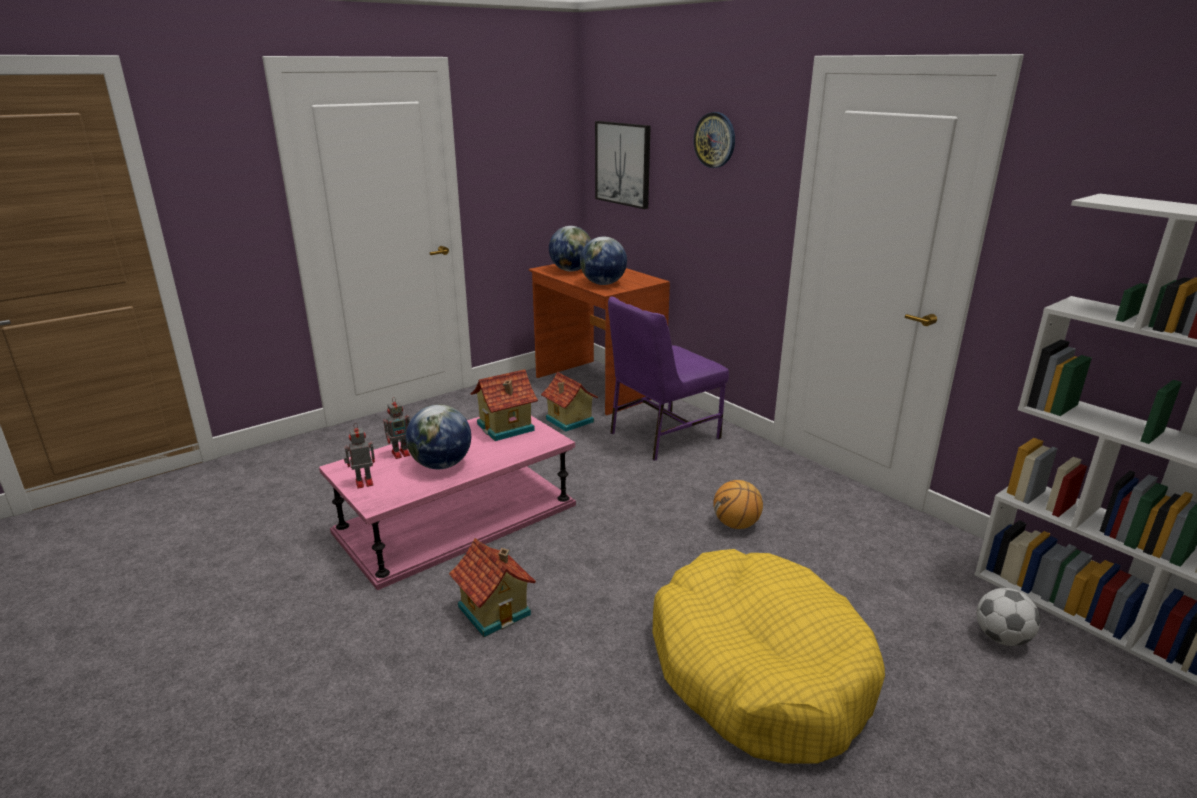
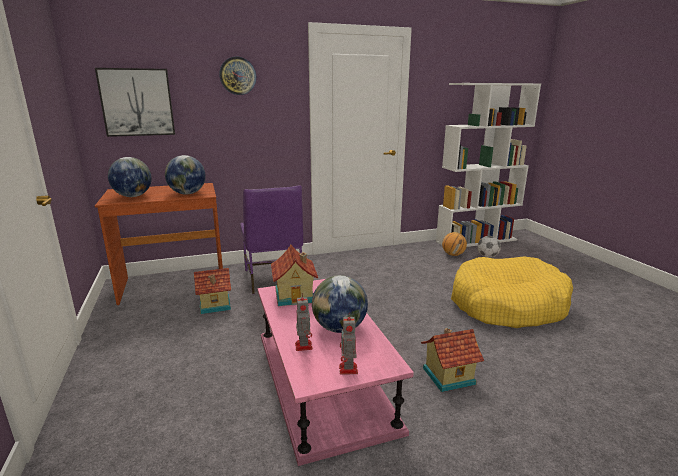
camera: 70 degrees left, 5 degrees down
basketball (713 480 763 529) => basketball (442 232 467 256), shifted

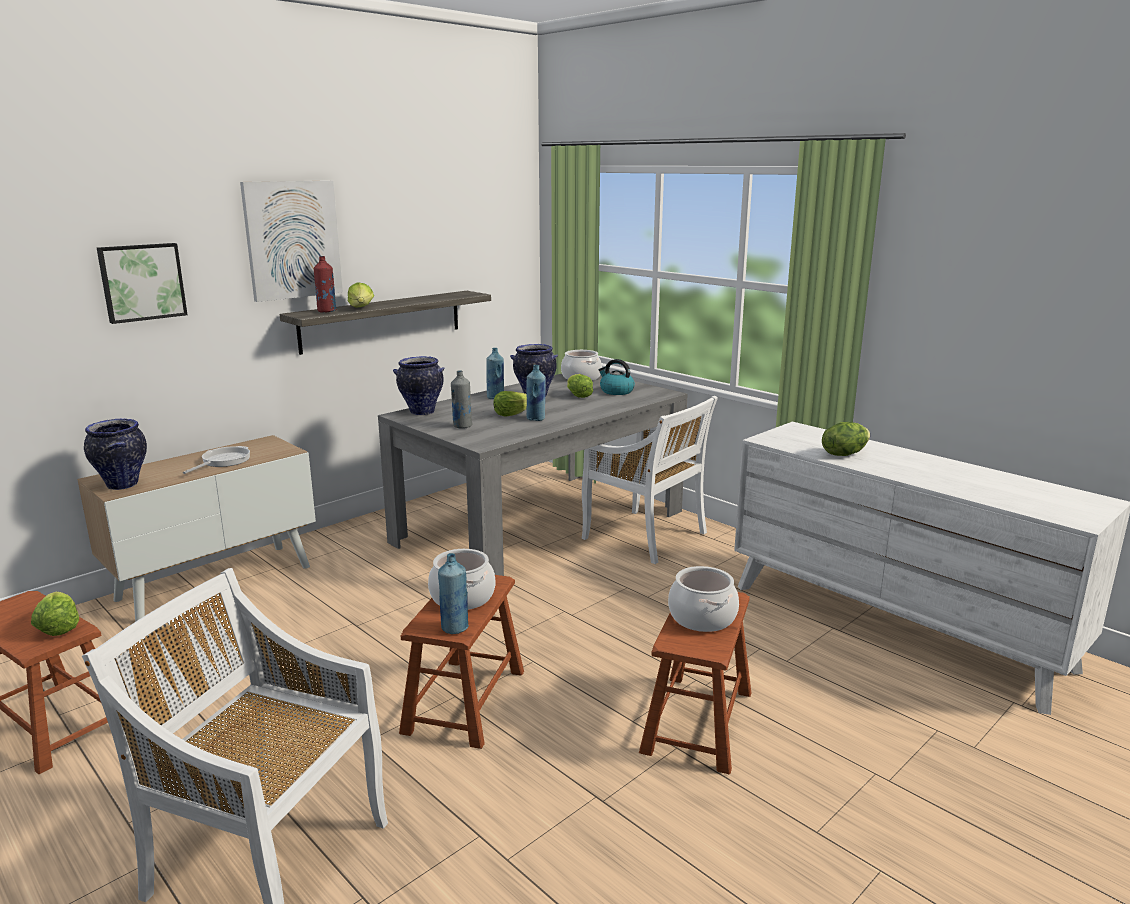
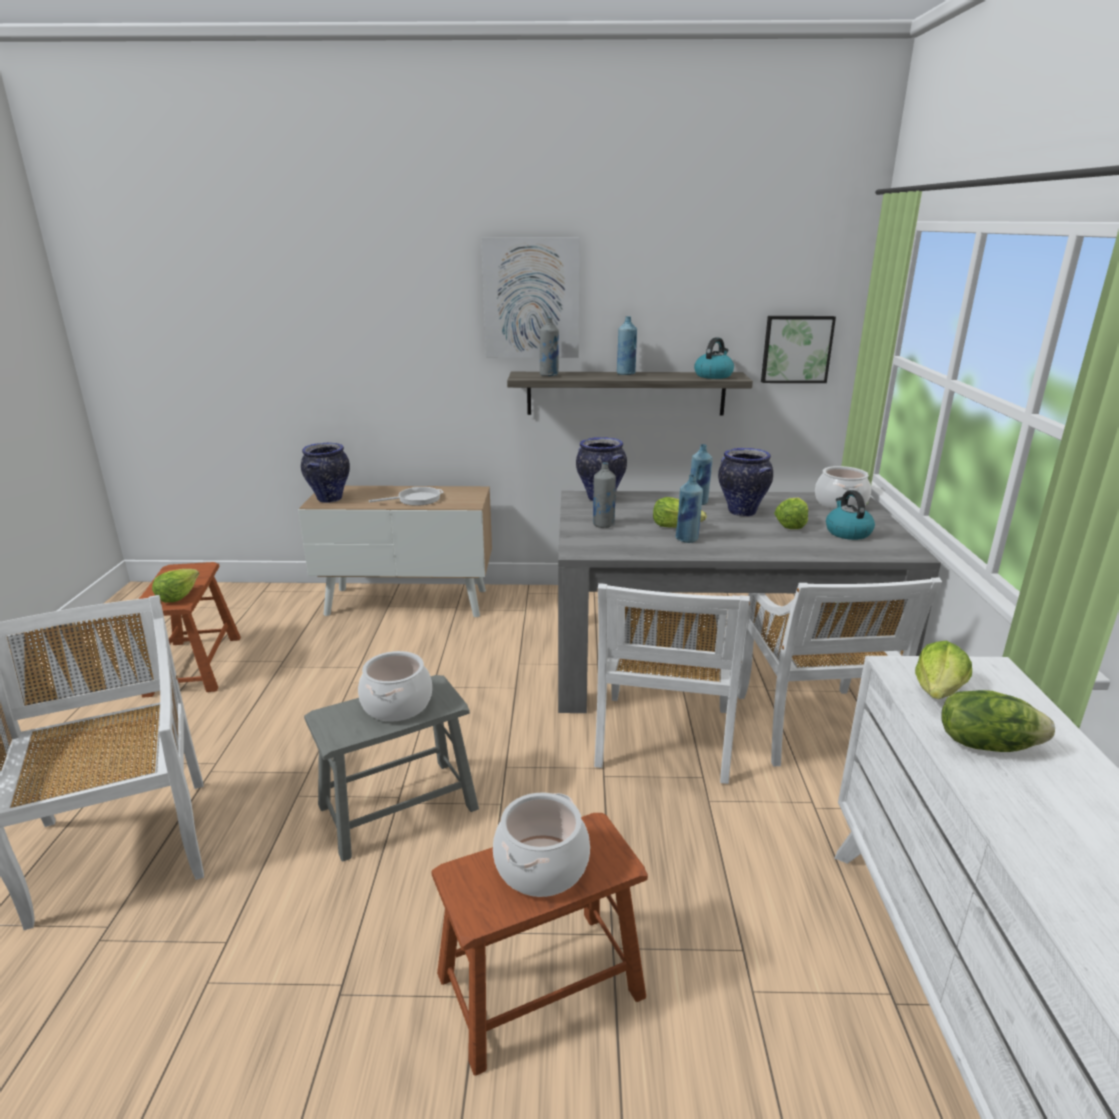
camera: 45 degrees right, 5 degrees up
brown sitting stool (399 575 524 749) => greyish sitting stool (304 675 479 861)
reddish drink bottle (314 256 336 313) => greyish drink bottle (540 317 559 376)
nothing => whitish upright chair (594 583 750 784)
bluish drink bottle (438 553 469 634) => bluish drink bottle (617 316 637 375), shifted
nothing => kettle (694 337 734 379)
picture (97 243 187 324) => picture (761 316 836 383), shifted
lettuce head (348 282 374 307) => lettuce head (915 641 972 699), shifted

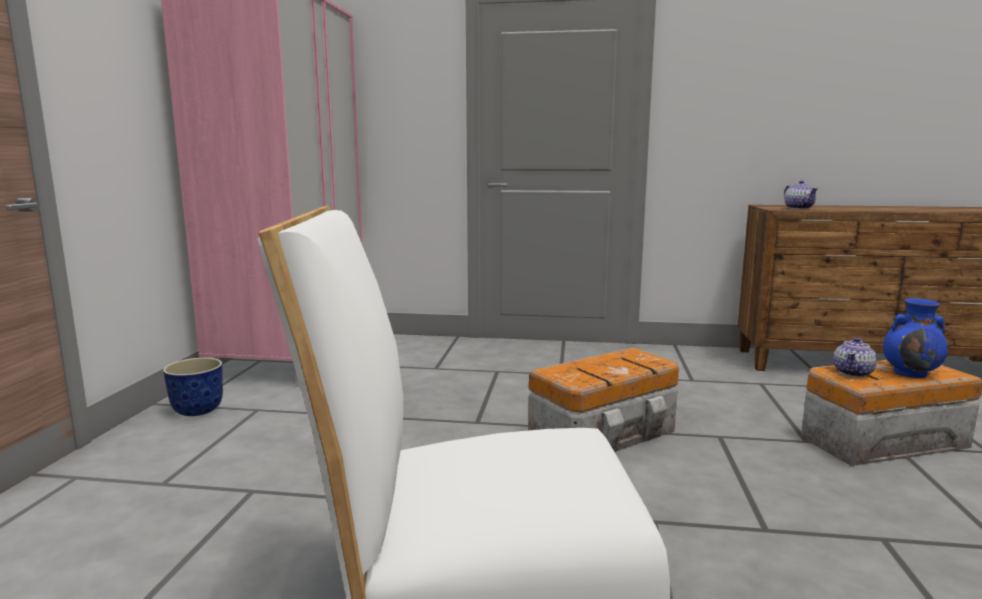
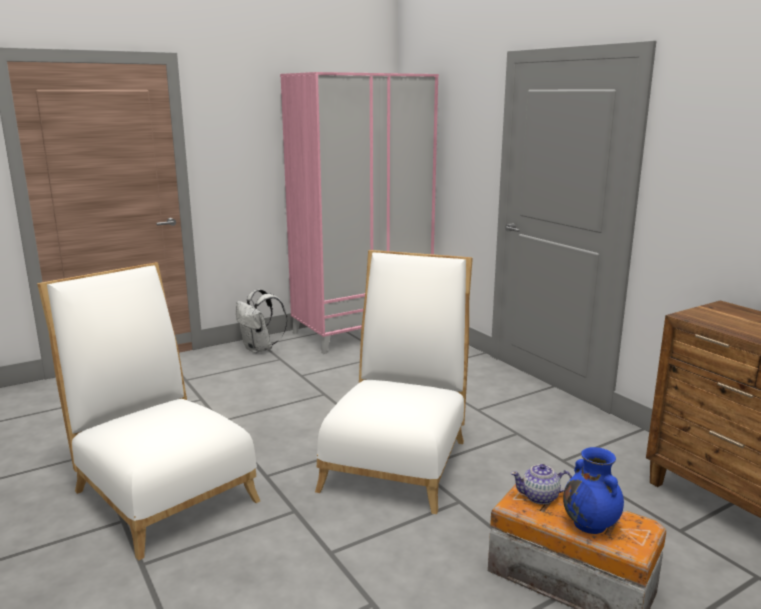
camera: 50 degrees right, 5 degrees up
plant pot (163 358 223 416) => whitish rucksack (236 289 287 353)
storage bin (528 348 679 452) => whitish upright chair (315 250 473 514)
teapot (784 180 818 209) => nothing

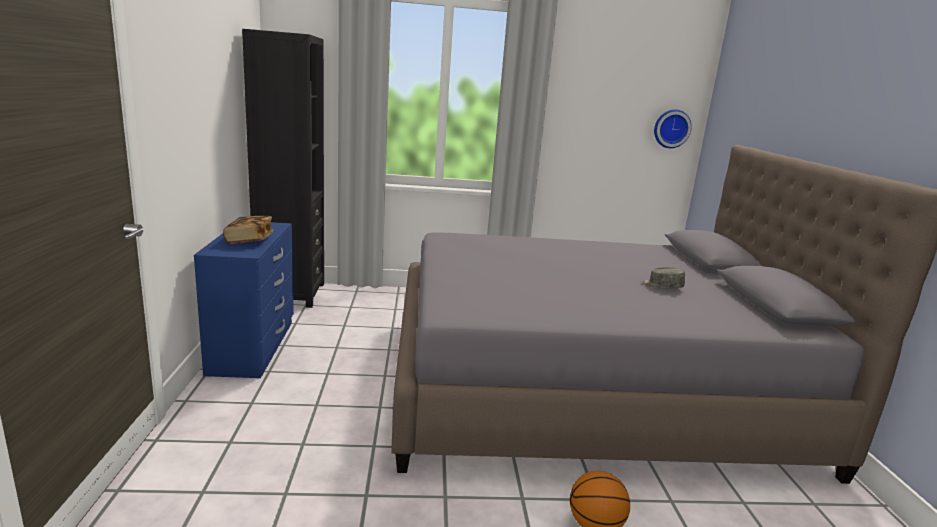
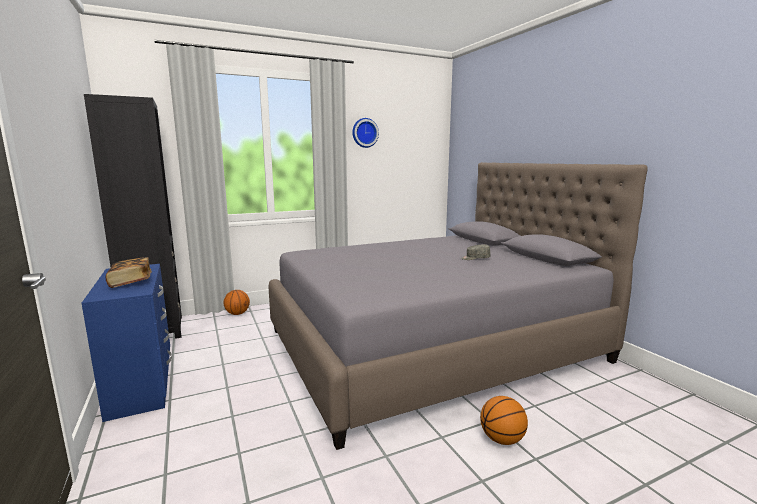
camera: 20 degrees left, 5 degrees down
nothing => basketball (224 290 250 315)
hanging clock (654 109 692 148) => hanging clock (352 118 379 148), shifted

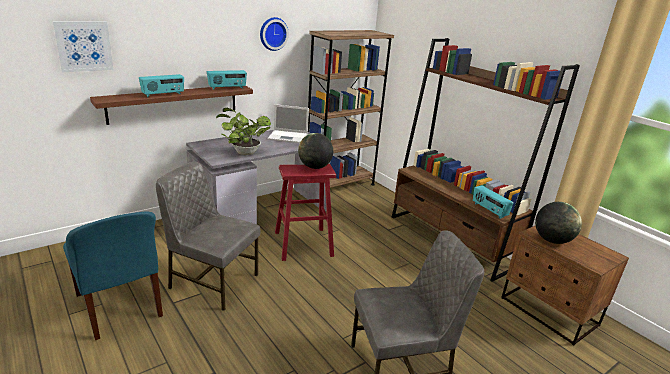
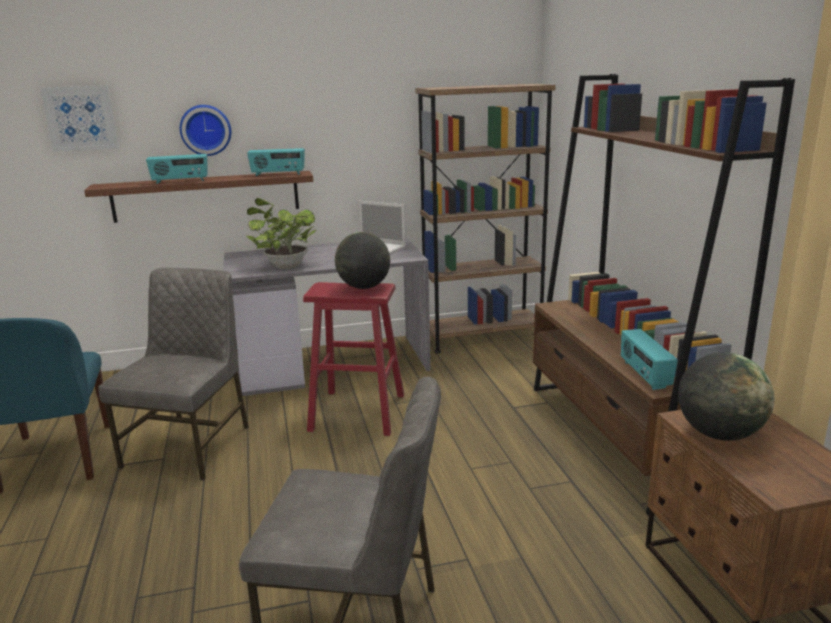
camera: 25 degrees right, 5 degrees down
greyish upright chair (156 162 261 311) => greyish upright chair (98 268 249 480), 60 degrees clockwise
hanging clock (260 17 289 51) => hanging clock (180 105 231 156), shifted

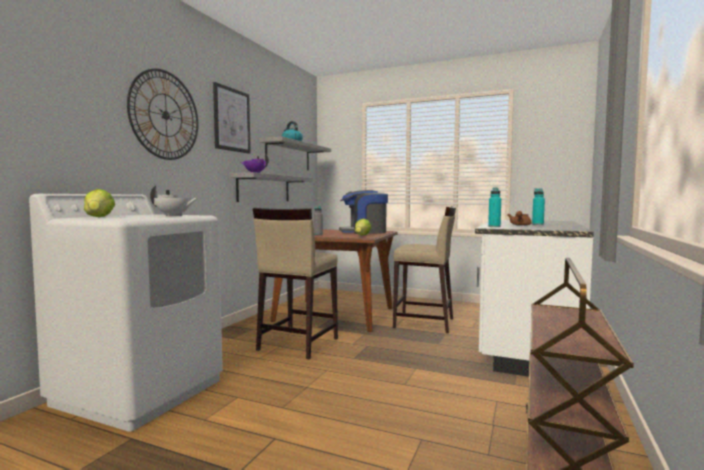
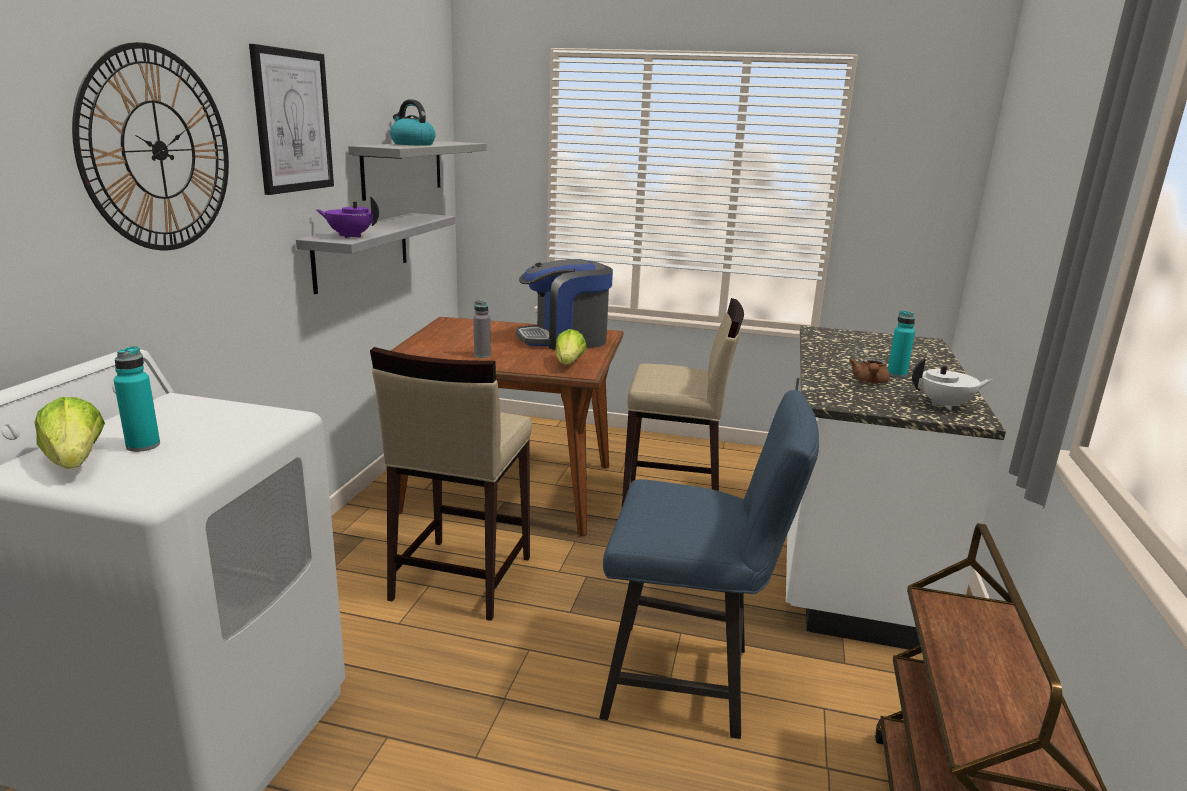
camera: 10 degrees left, 15 degrees up
blue-green drink bottle (488 188 501 227) => blue-green drink bottle (114 346 160 452), shifted
nothing => bluish upright chair (599 390 819 739)
whitish teapot (150 186 198 216) => whitish teapot (912 358 992 411), shifted

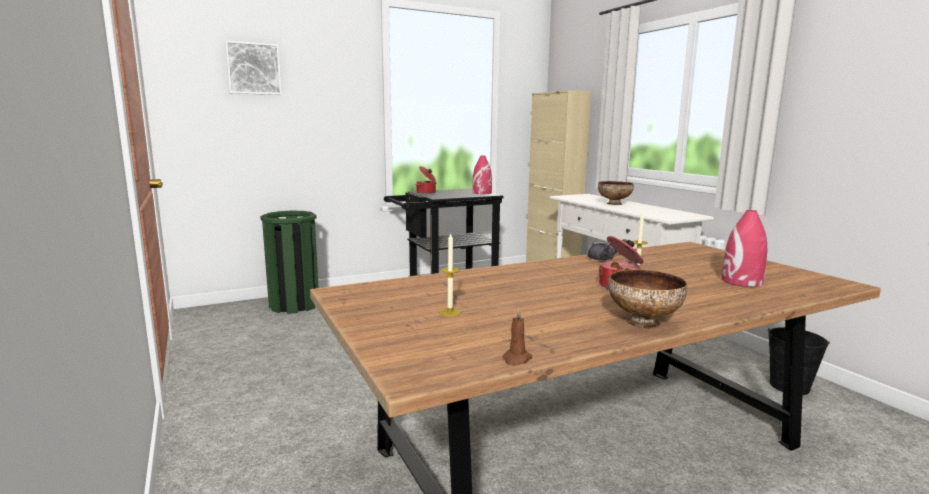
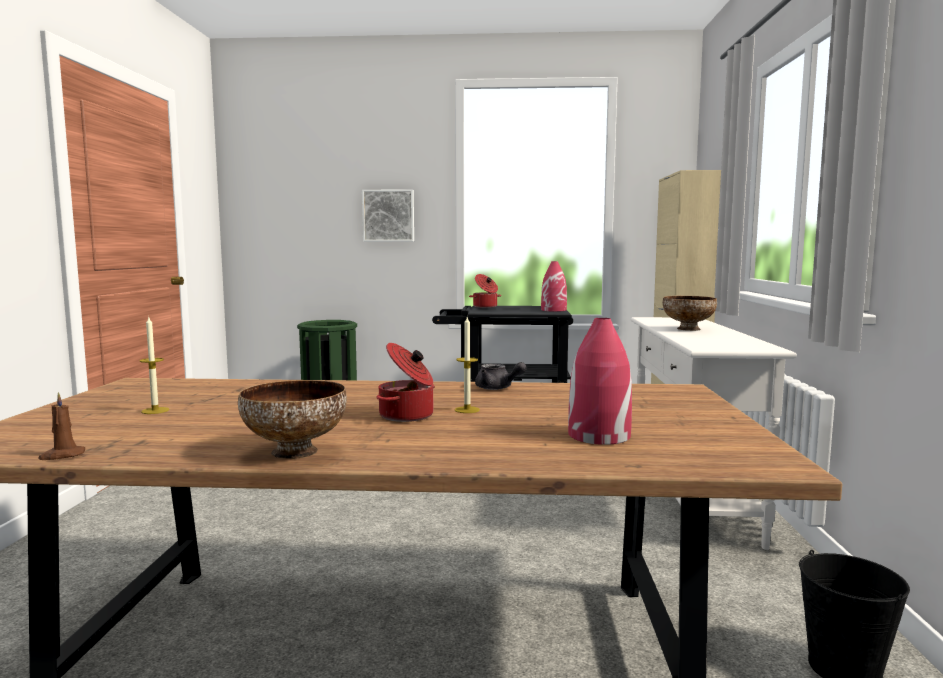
camera: 30 degrees right, 5 degrees down
picture (225 41 282 95) => picture (362 189 414 242), shifted

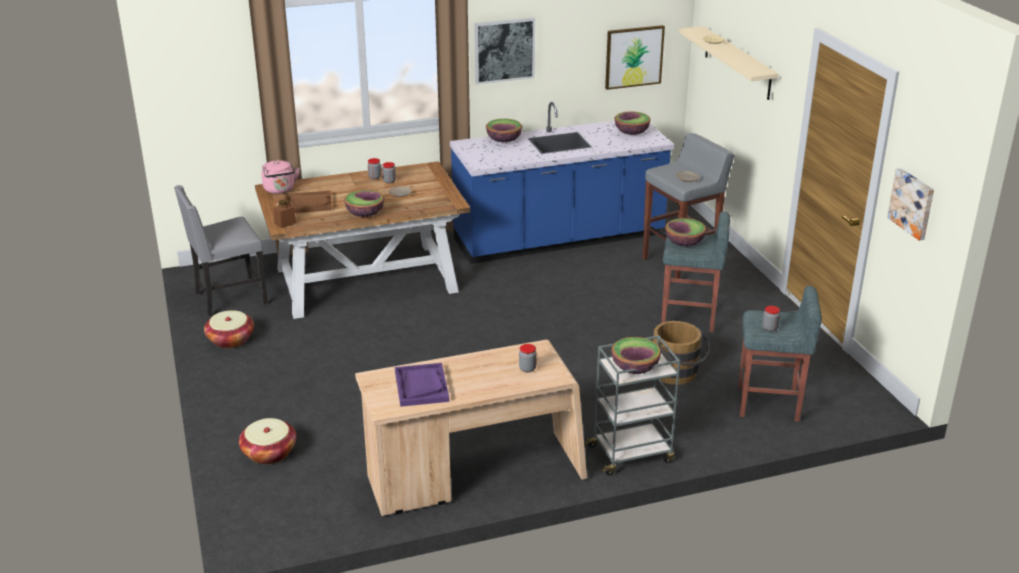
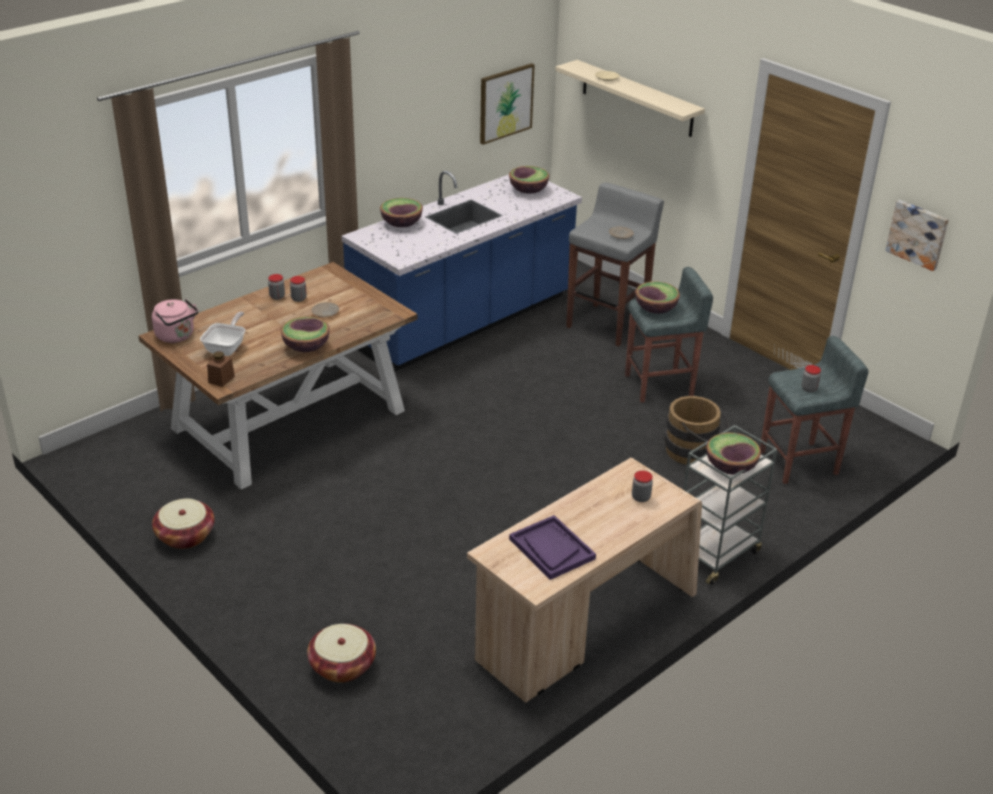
camera: 25 degrees left, 5 degrees up
brown tray (284 191 332 213) => pan (200 312 245 356)
greyish upright chair (174 185 268 316) => nothing
picture (474 17 535 84) => nothing

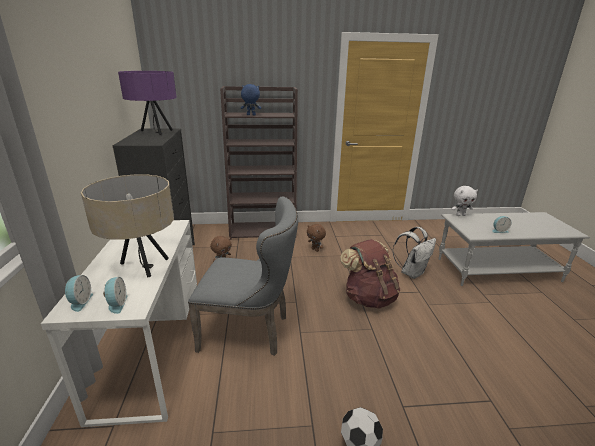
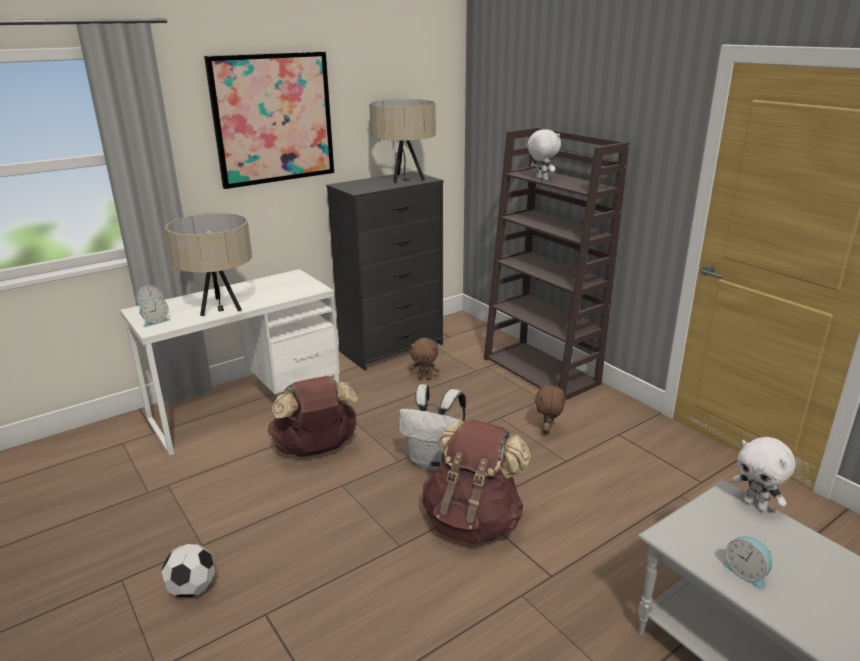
camera: 60 degrees right, 0 degrees up
nothing => picture (204 51 334 189)
greyish upright chair (188 196 298 356) => brown rucksack (268 376 358 457)
purple-coloured lamp for a table (118 71 177 135) => beige lamp for a table (369 99 436 183)
whitish rucksack (393 227 436 279) => whitish rucksack (399 384 466 471), shifted
bluish plush toy (241 84 261 115) => whitish plush toy (527 129 561 180)

